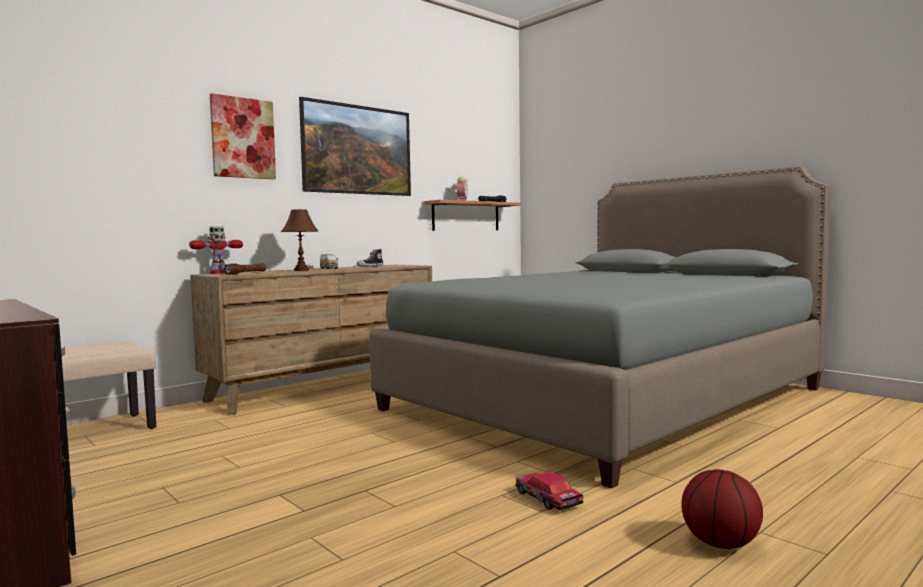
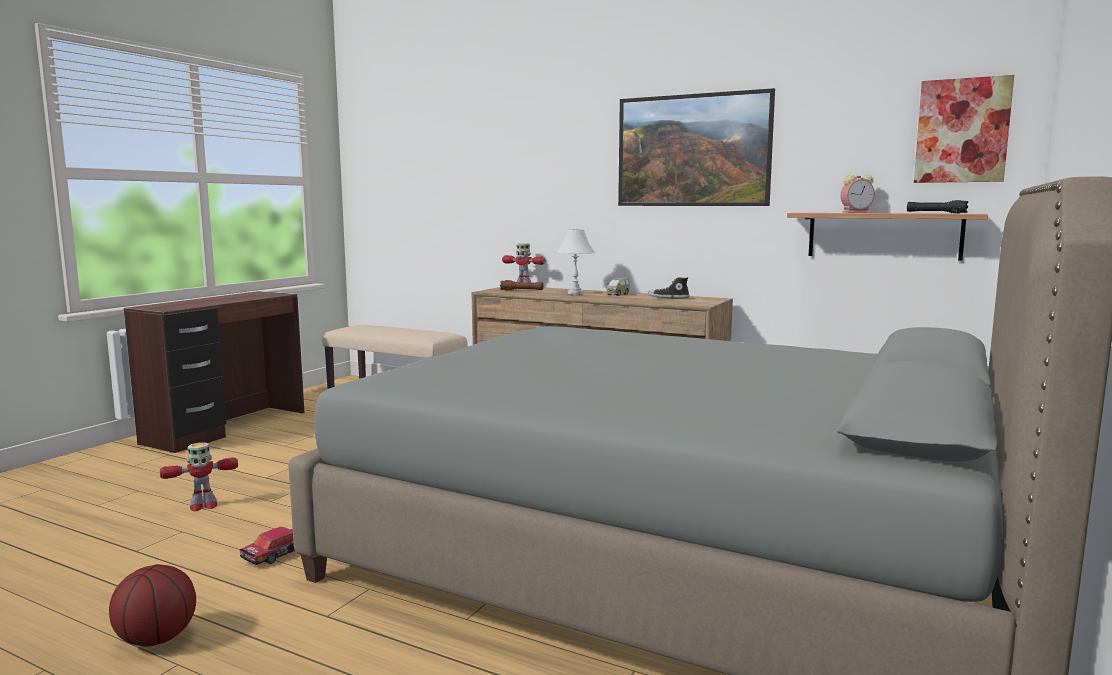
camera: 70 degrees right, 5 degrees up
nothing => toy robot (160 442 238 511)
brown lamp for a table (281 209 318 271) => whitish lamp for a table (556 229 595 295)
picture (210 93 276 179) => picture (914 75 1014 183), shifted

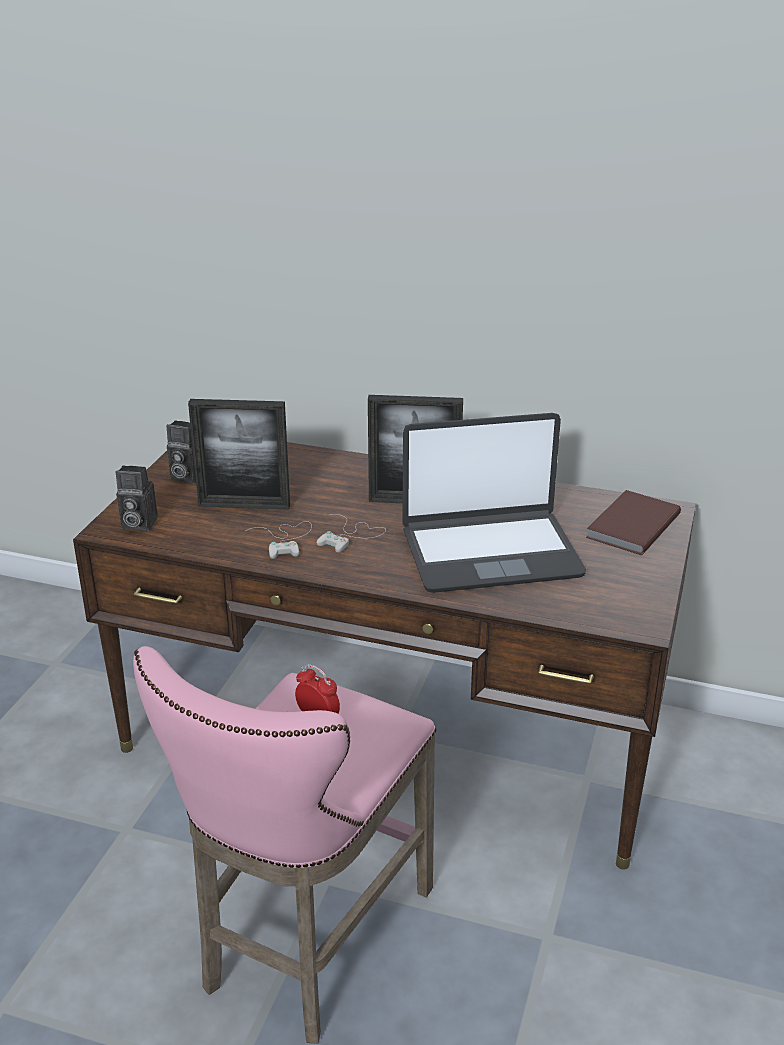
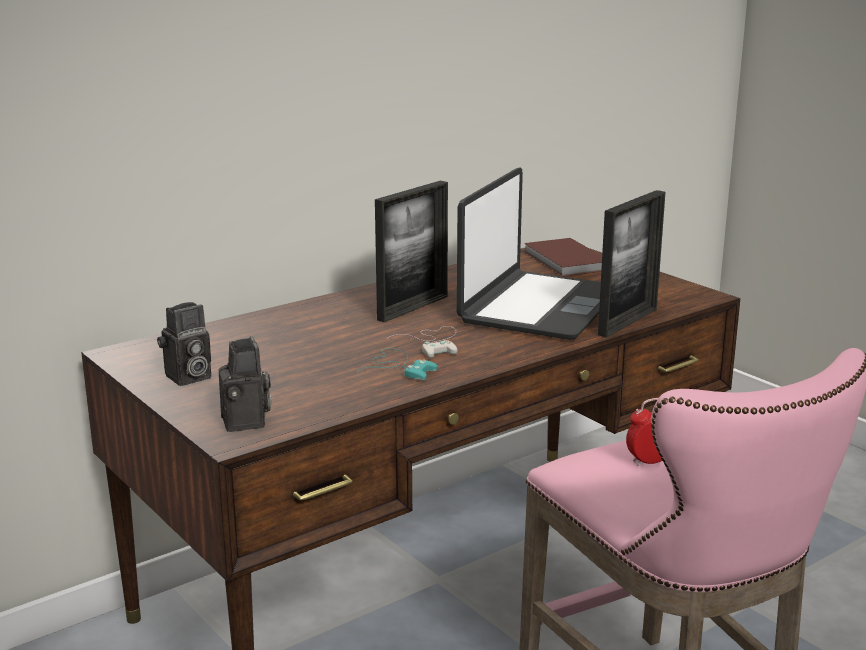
camera: 55 degrees left, 10 degrees down
photo camera (116 465 158 531) => photo camera (218 336 271 432), 60 degrees counterclockwise
whitish joypad (246 521 312 559) => blue-green joypad (357 348 438 380)
picture frame (188 399 290 510) => picture frame (598 190 665 338), shifted

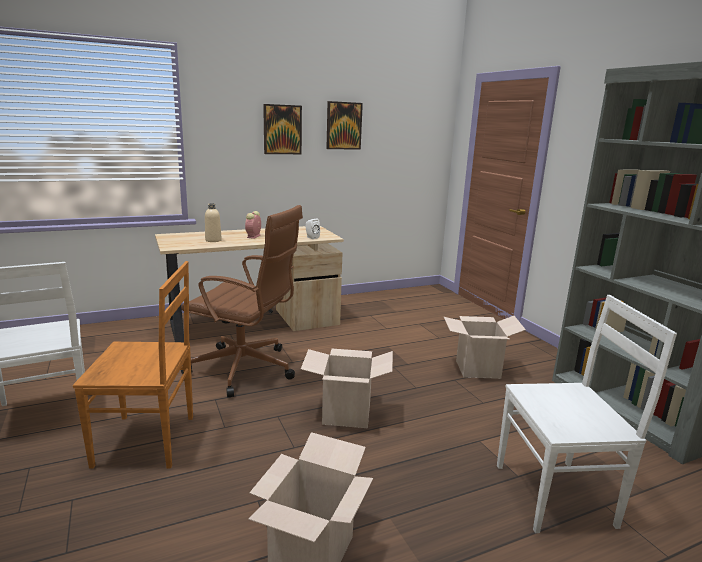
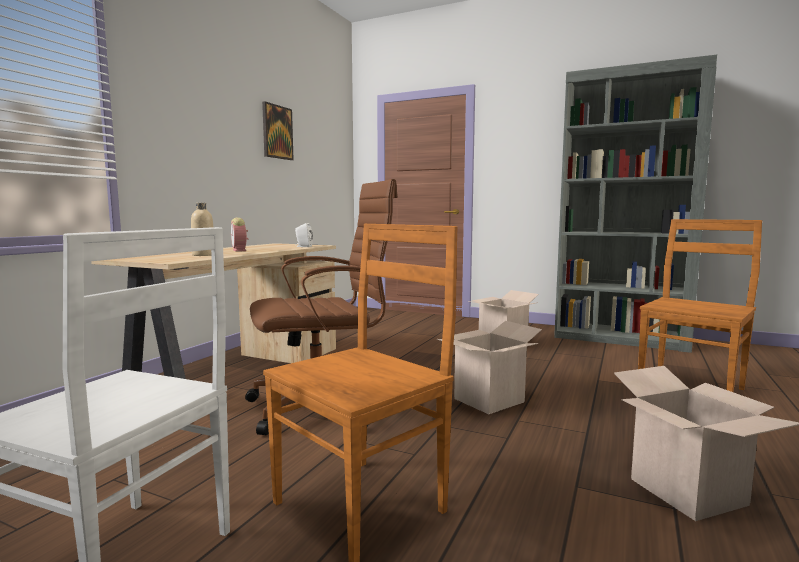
camera: 40 degrees left, 10 degrees down
whitish upright chair (497 295 677 533) => brown upright chair (638 219 762 392)
picture (263 104 302 154) => nothing

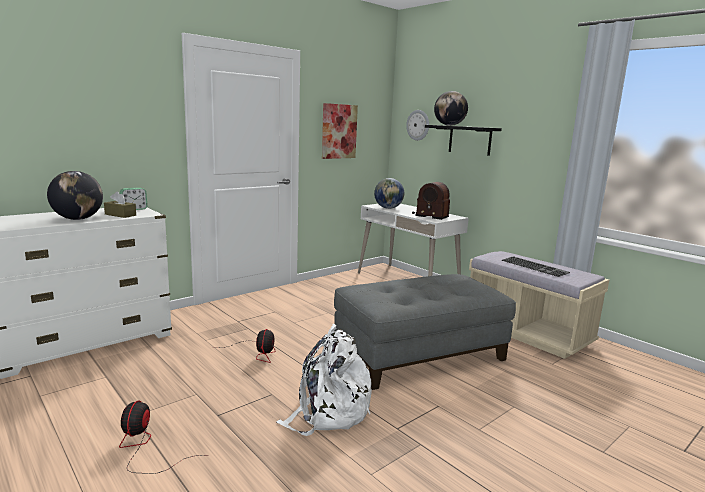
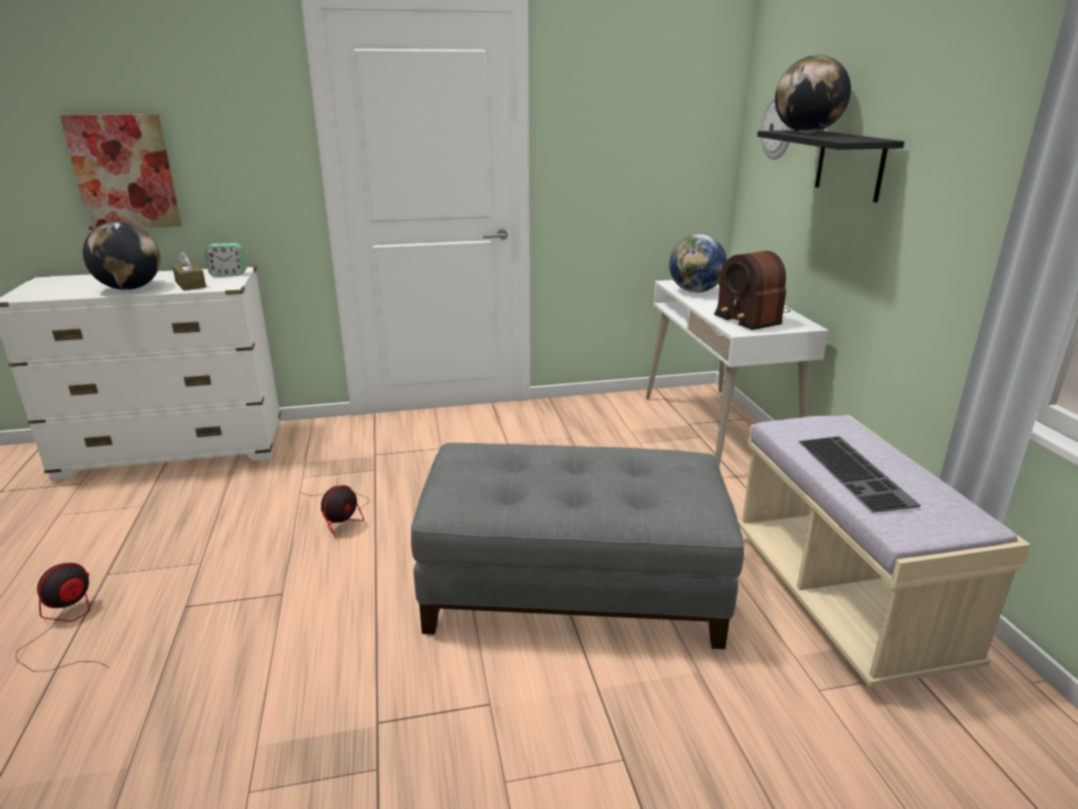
camera: 30 degrees right, 10 degrees up
picture (322 103 358 159) => picture (60 114 182 230), shifted
whitish rucksack (277 323 372 436) => nothing

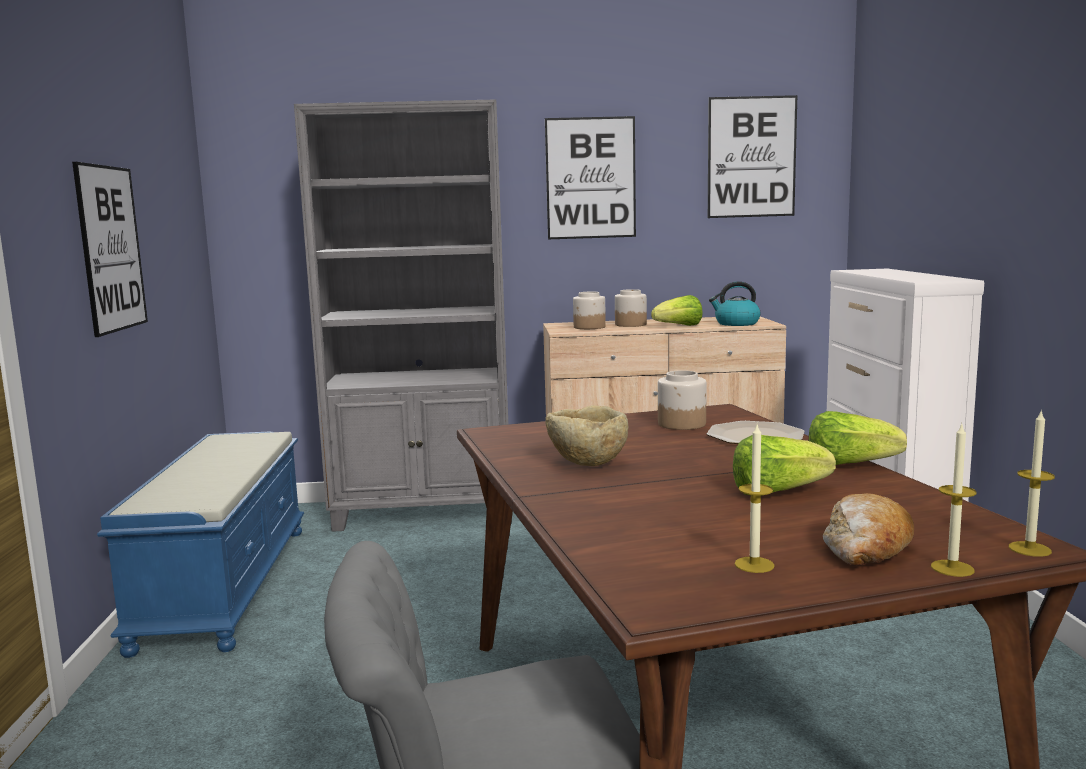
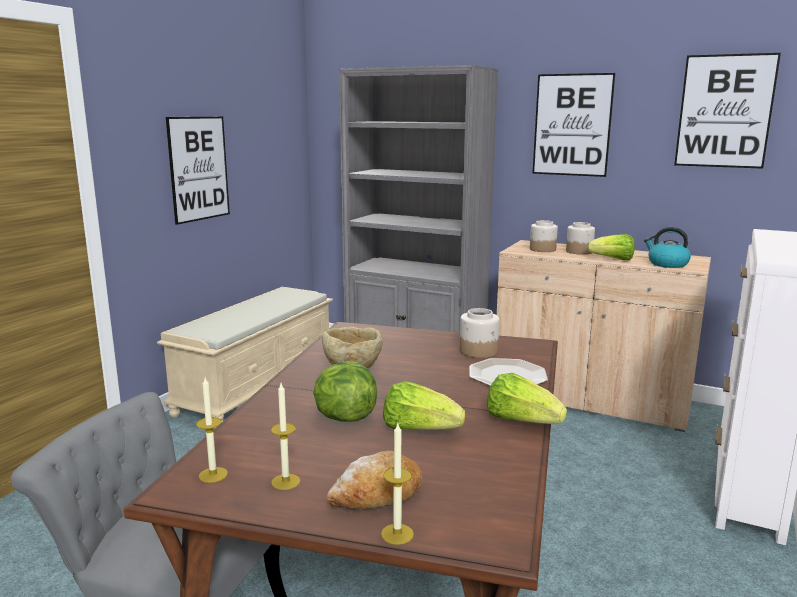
camera: 30 degrees right, 5 degrees up
bluish indoor bench (97 432 304 658) => beige indoor bench (157 287 333 428)
wax light (1009 410 1055 557) => wax light (196 378 228 483), shifted
nothing => lettuce head (313 361 377 422)

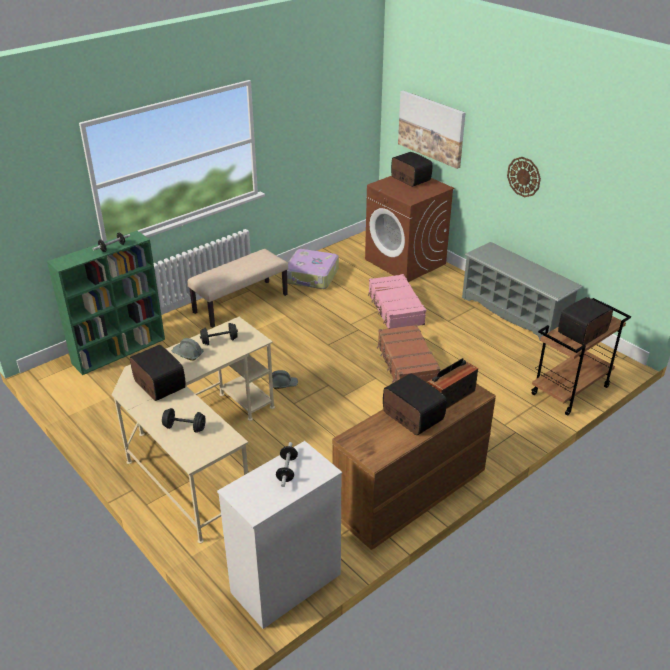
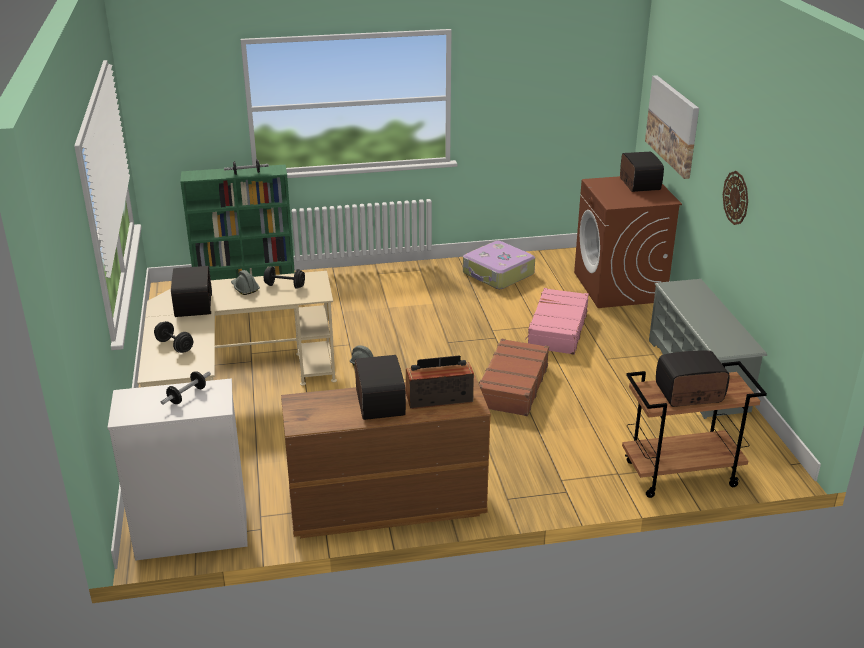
camera: 30 degrees right, 5 degrees down
beige indoor bench (187 249 288 328) => nothing

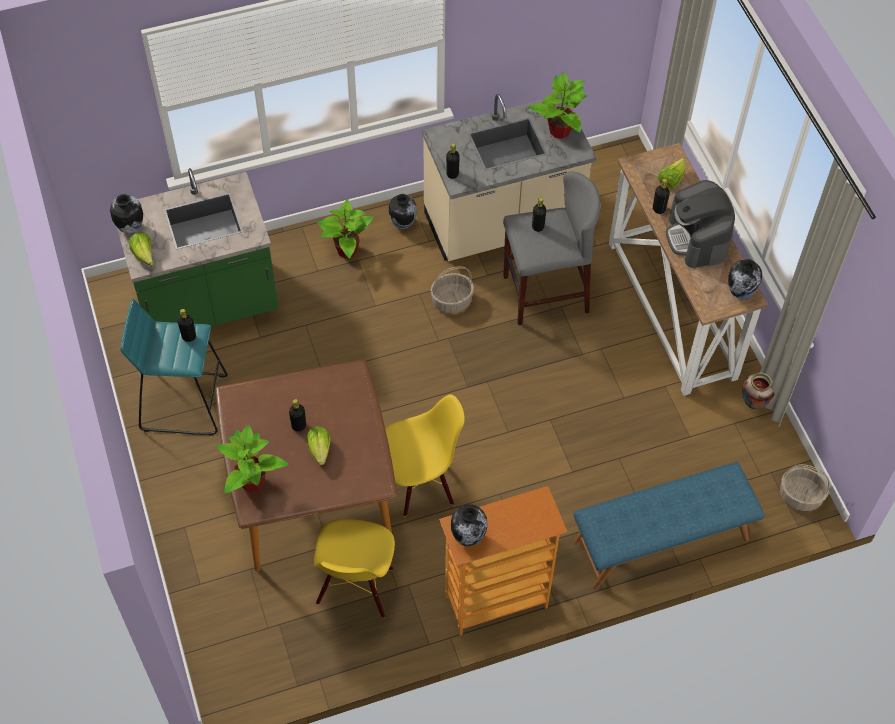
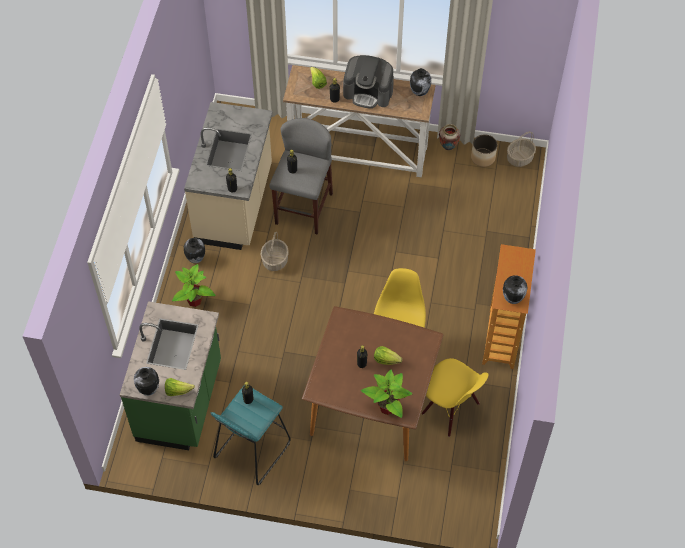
camera: 60 degrees left, 0 degrees up
nothing => plant pot (471 134 497 167)
houseplant (529 72 588 139) => nothing
bluish indoor bench (574 462 765 589) => nothing

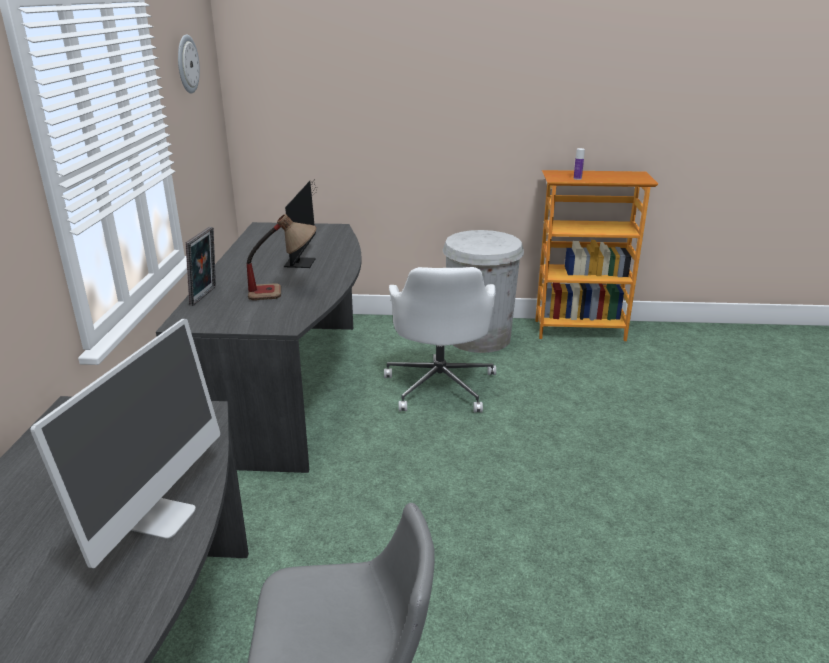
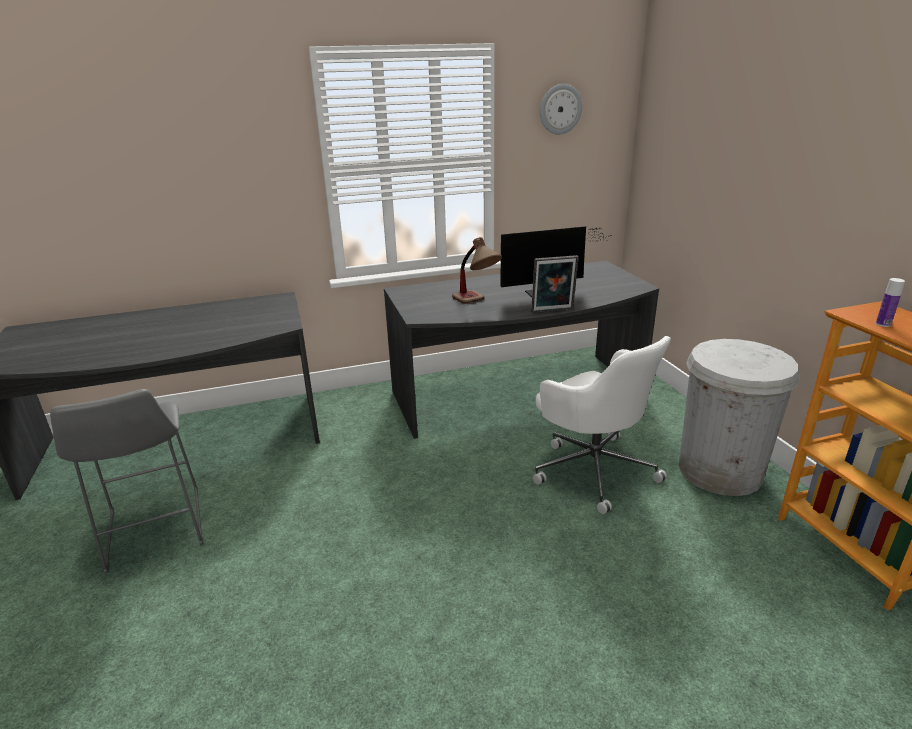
camera: 70 degrees right, 0 degrees up
picture frame (186 227 216 306) => picture frame (531 255 579 313), shifted
whitish computer chair (384 267 496 412) => whitish computer chair (533 336 671 514), 105 degrees counterclockwise
computer display (30 319 220 568) => nothing

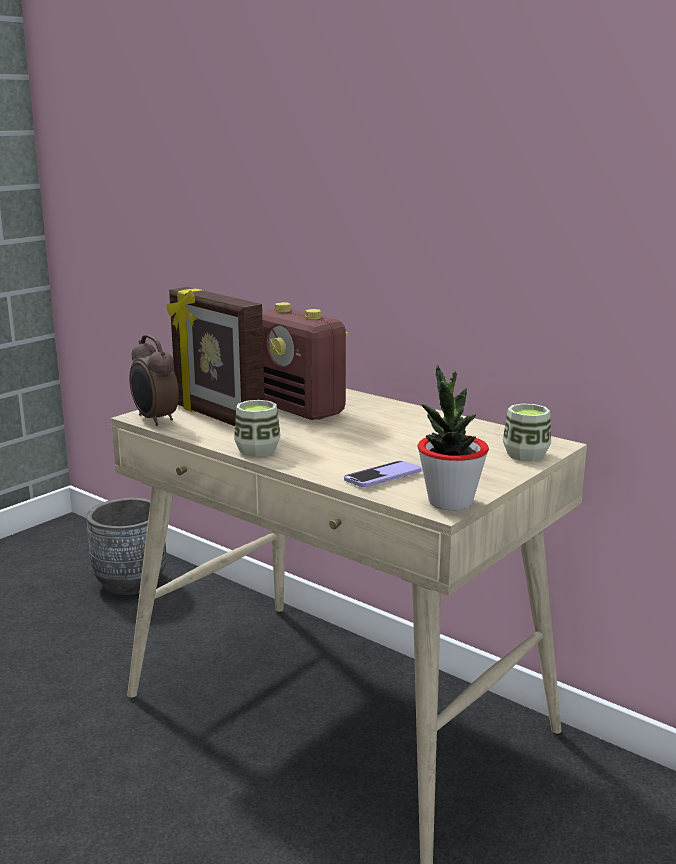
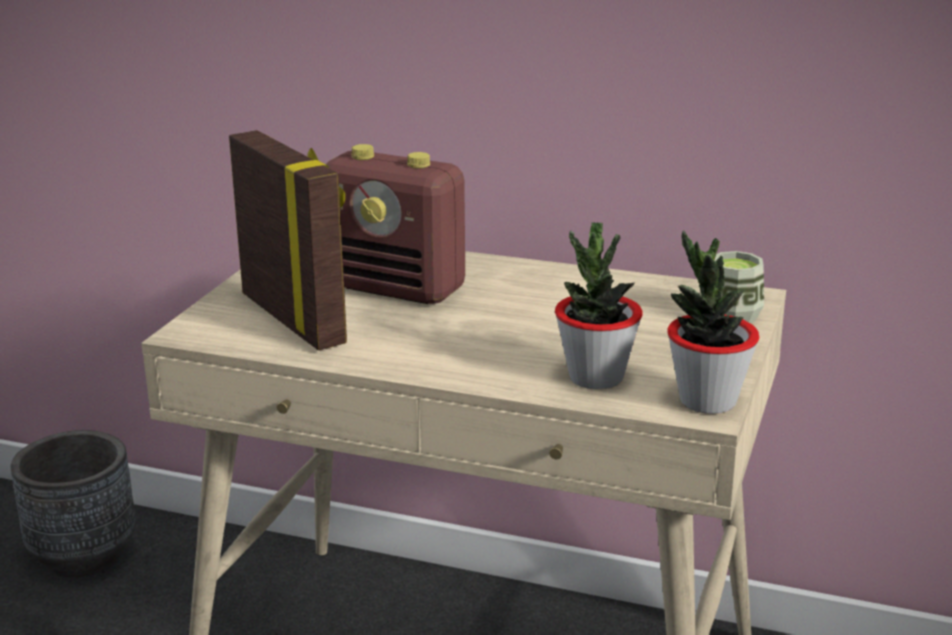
camera: 20 degrees left, 5 degrees up
picture frame (167 287 265 426) => picture frame (229 130 347 350), 150 degrees counterclockwise
telephone (344 461 421 487) => houseplant (555 222 643 389)
bedside clock (130 335 179 426) => nothing
small cup (234 400 280 457) => nothing

